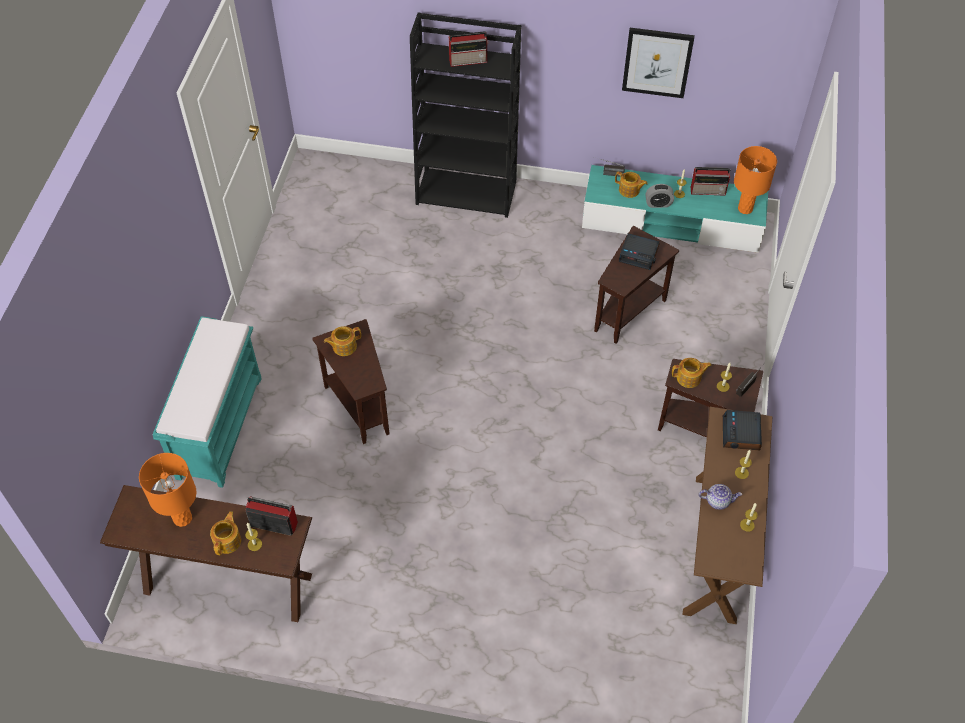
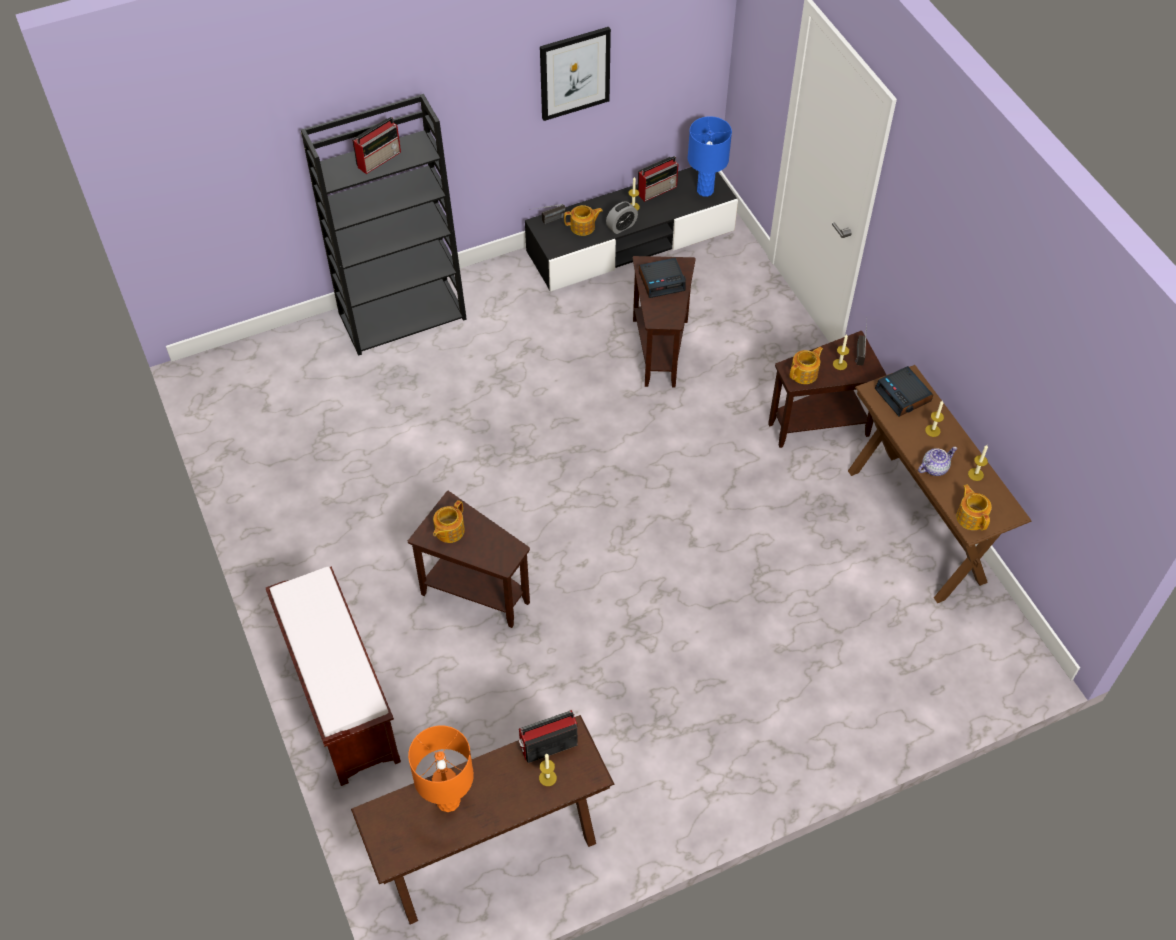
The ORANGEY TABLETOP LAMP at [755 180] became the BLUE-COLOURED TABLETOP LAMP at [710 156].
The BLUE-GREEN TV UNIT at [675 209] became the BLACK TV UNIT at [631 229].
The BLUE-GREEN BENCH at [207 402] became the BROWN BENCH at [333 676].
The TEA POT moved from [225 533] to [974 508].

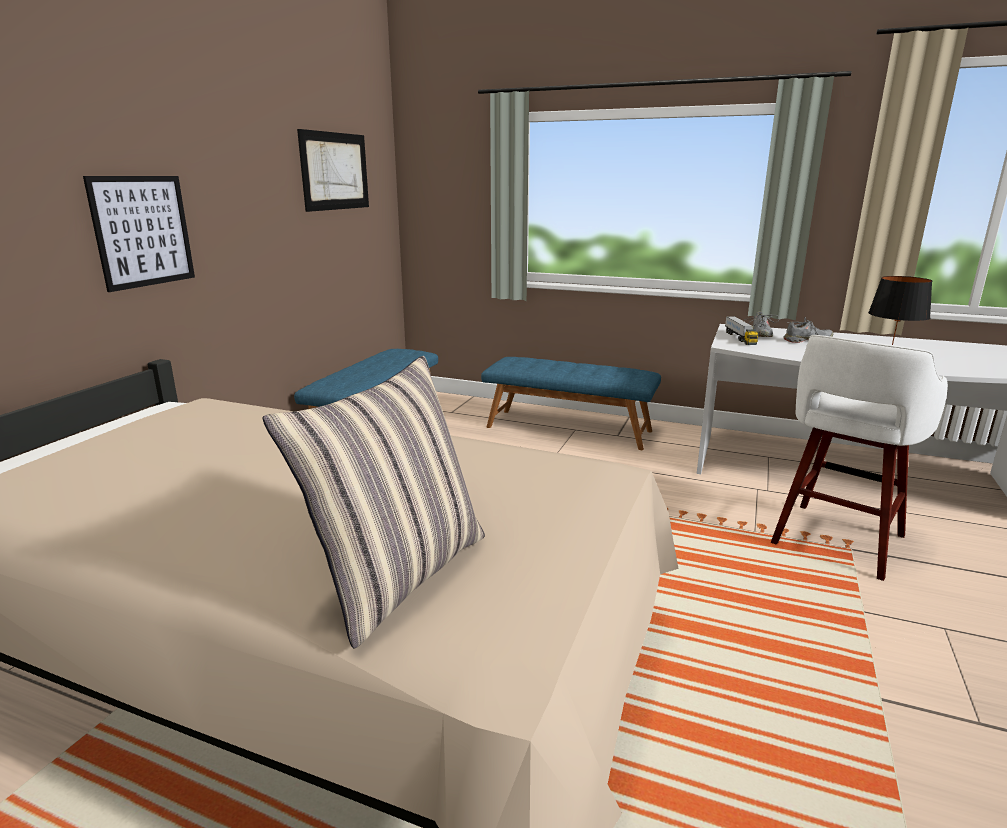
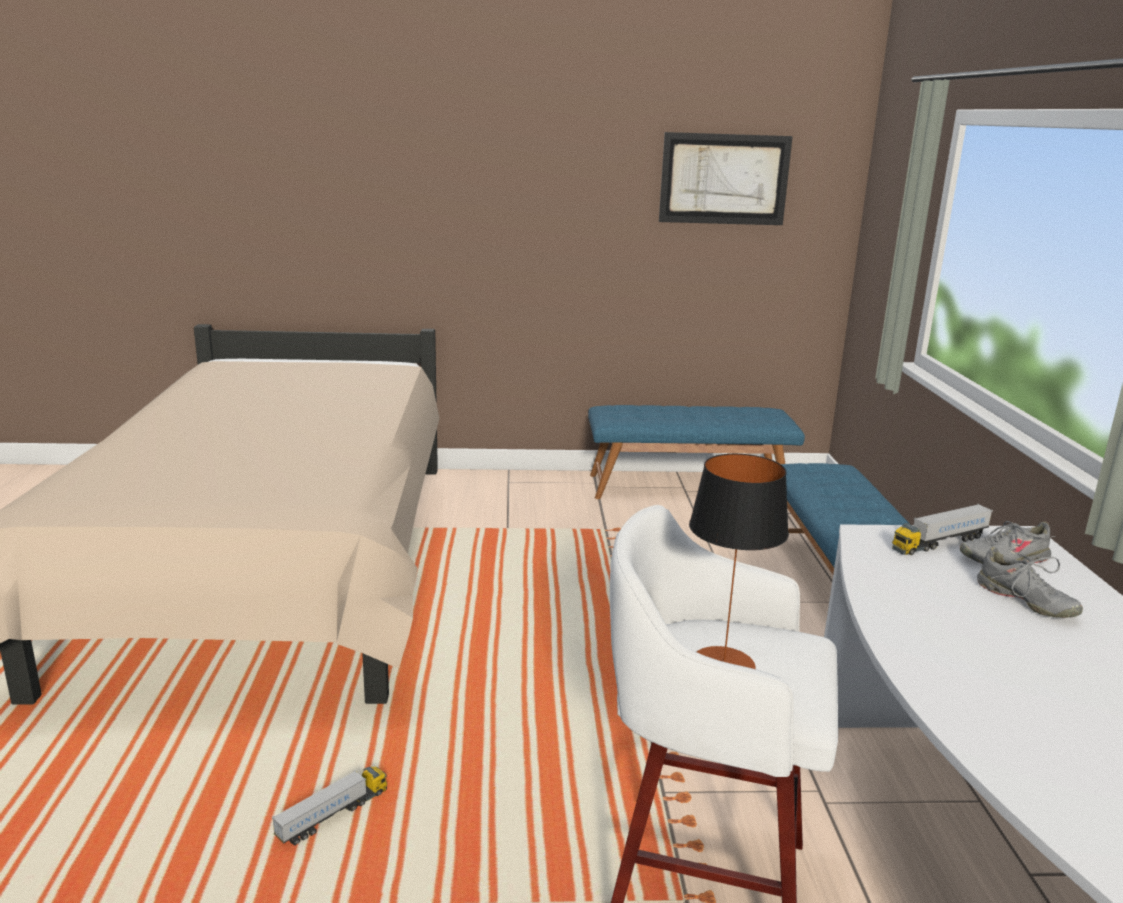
The PICTURE at [139 234] disappeared.
The PILLOW at [373 502] disappeared.
The TOY TRUCK at [329 806] appeared.

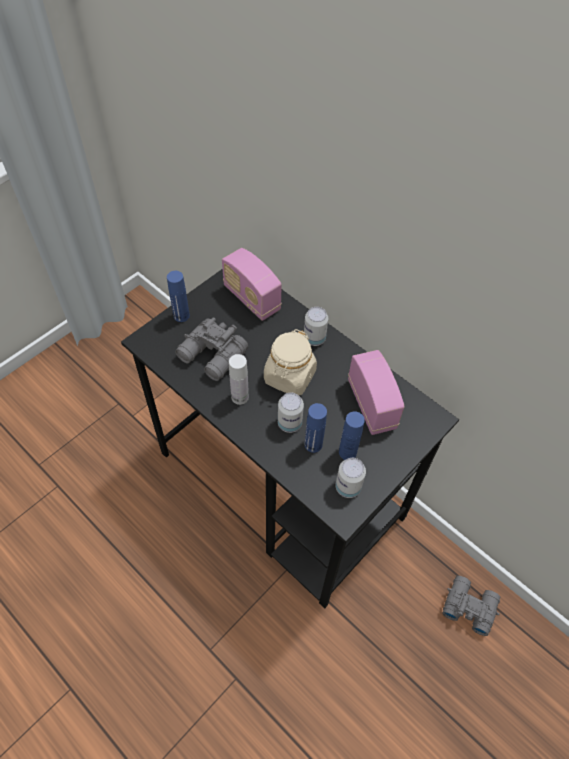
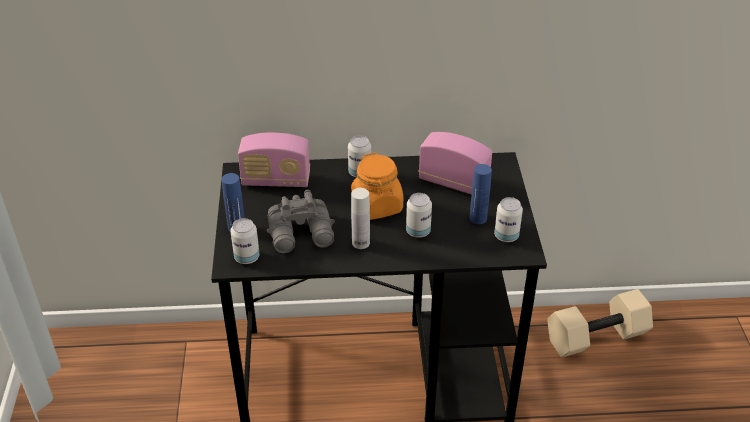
The BEIGE-COLOURED PRESERVE JAR at [290 362] became the ORANGEY PRESERVE JAR at [377 186].
The BLUE-COLOURED DRINK BOTTLE at [316 428] disappeared.
The GREYISH PAIR OF BINOCULARS at [471 606] was replaced by the BEIGE-COLOURED FREE WEIGHT at [600 323].
The SEALED CAN at [245 241] appeared.

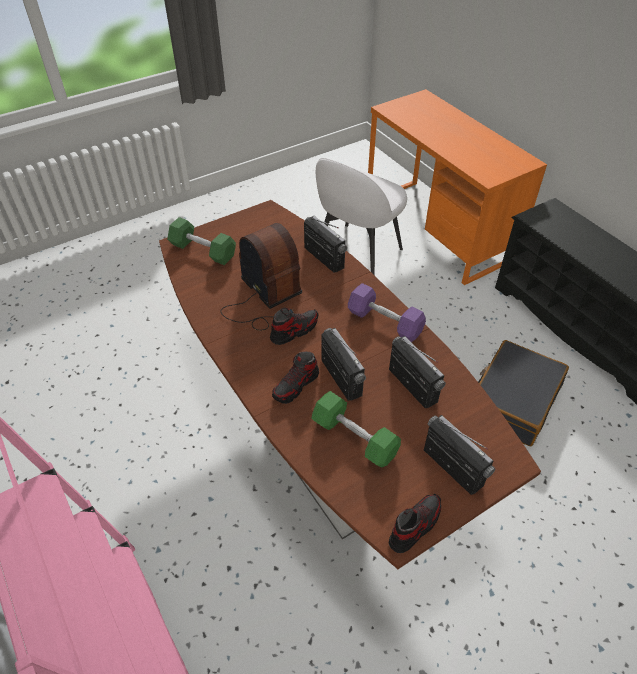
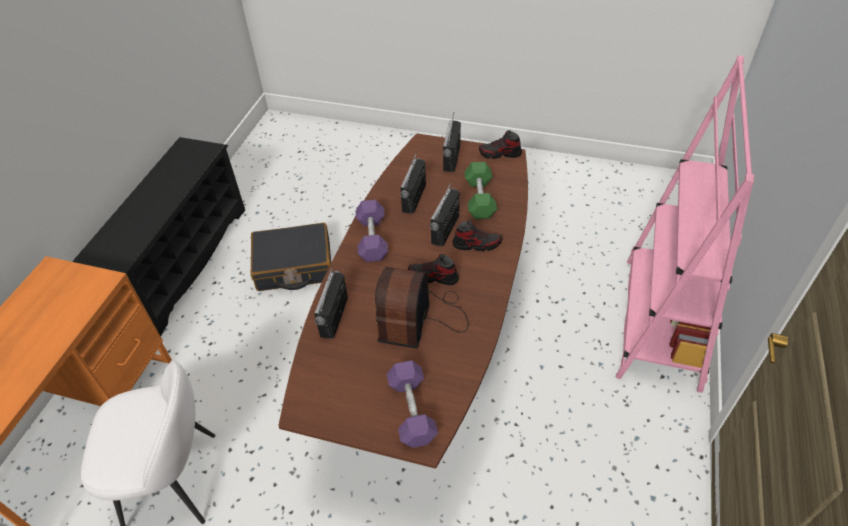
The GREENISH FREE WEIGHT at [201 241] became the PURPLE-COLOURED FREE WEIGHT at [412 404].

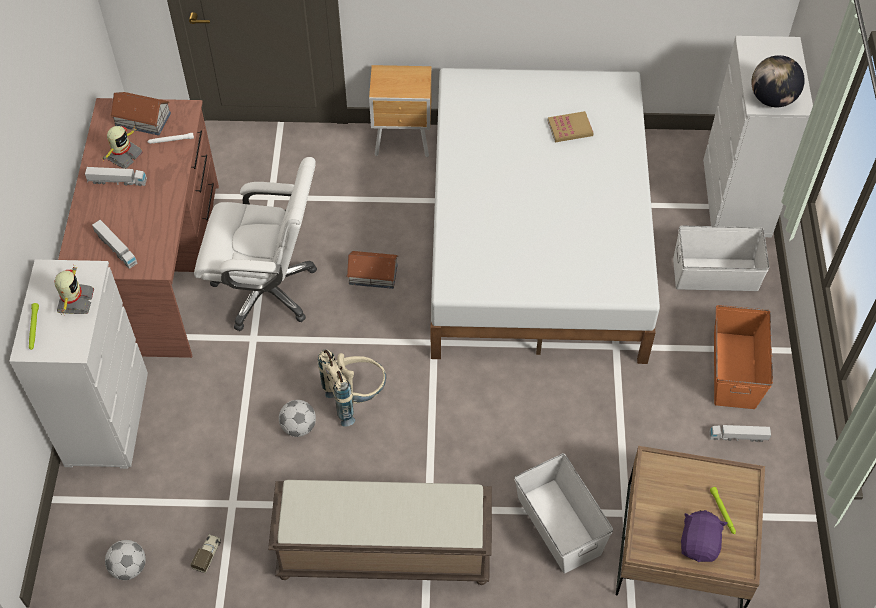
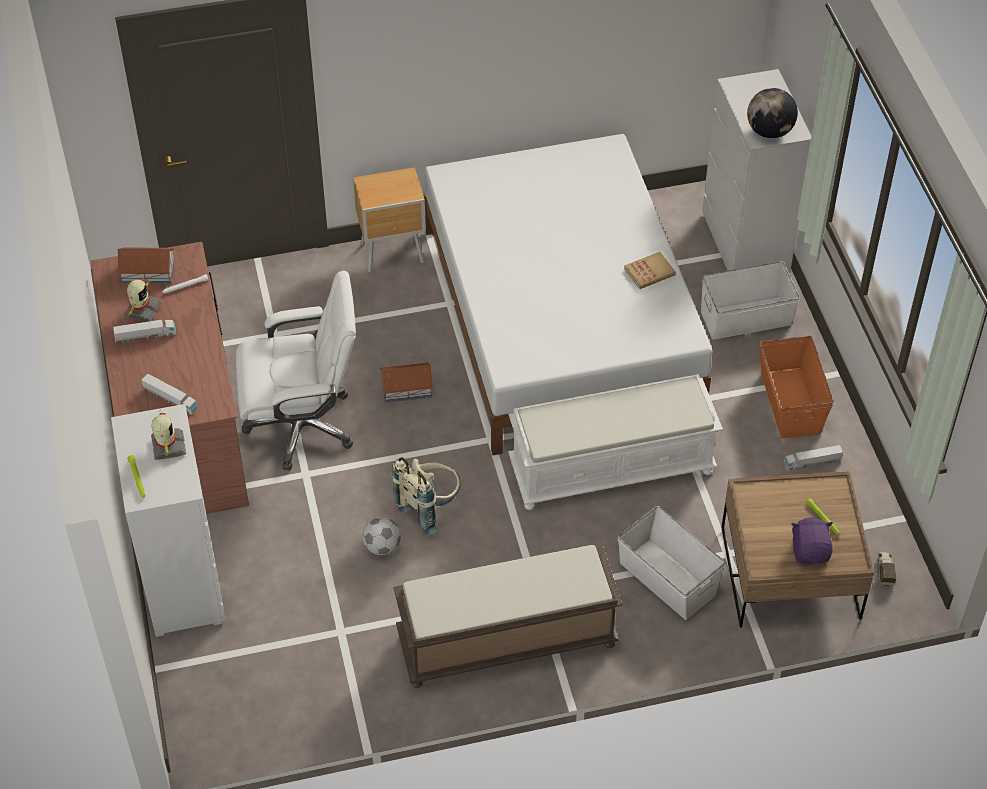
The BOOK moved from [571 126] to [650 270].
The TOY TRUCK moved from [206 553] to [887 569].
The FOOTBALL BALL at [125 560] disappeared.
The WHITE-COLOURED BENCH at [615 442] appeared.

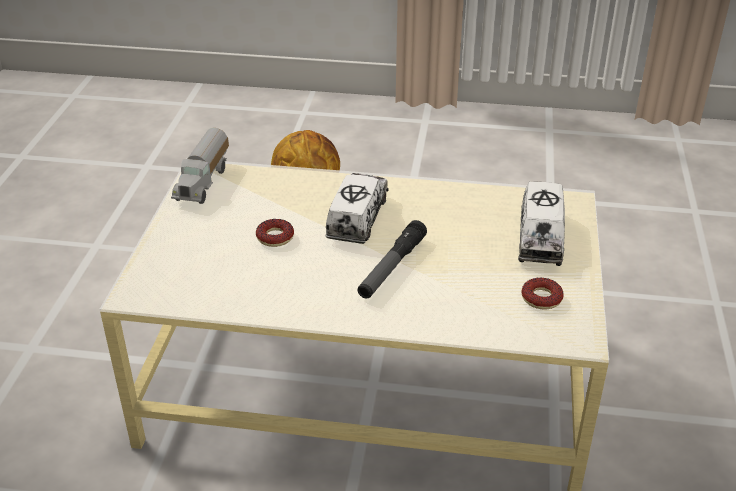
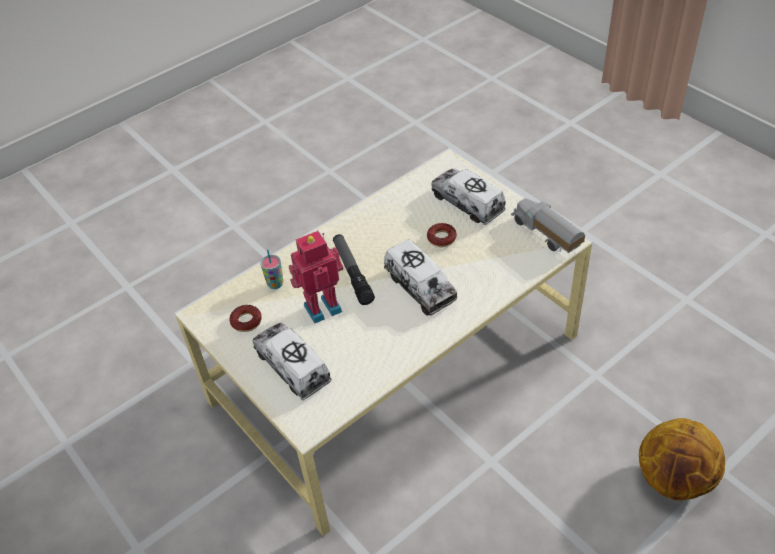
The TOY TRUCK at [469 196] appeared.
The TOY ROBOT at [316 277] appeared.
The CUP at [271 269] appeared.

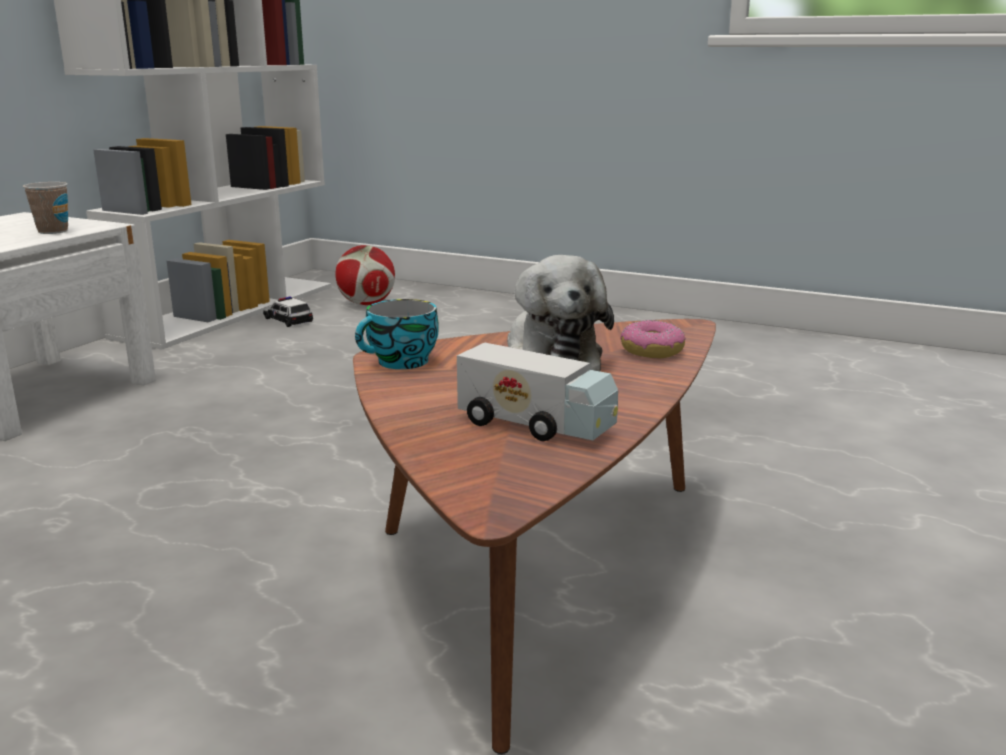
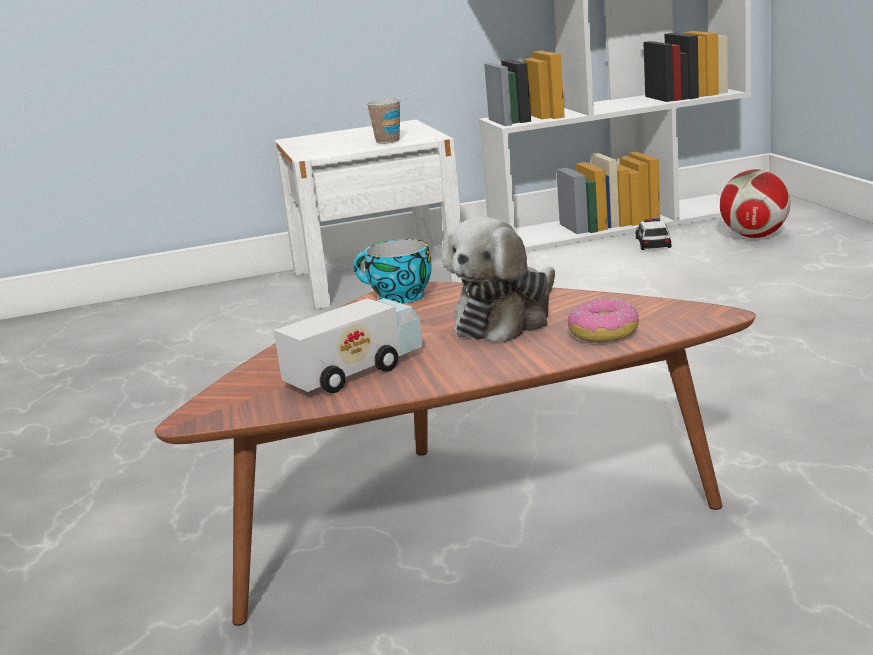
The TOY TRUCK at [537 392] turned 120 degrees counterclockwise.

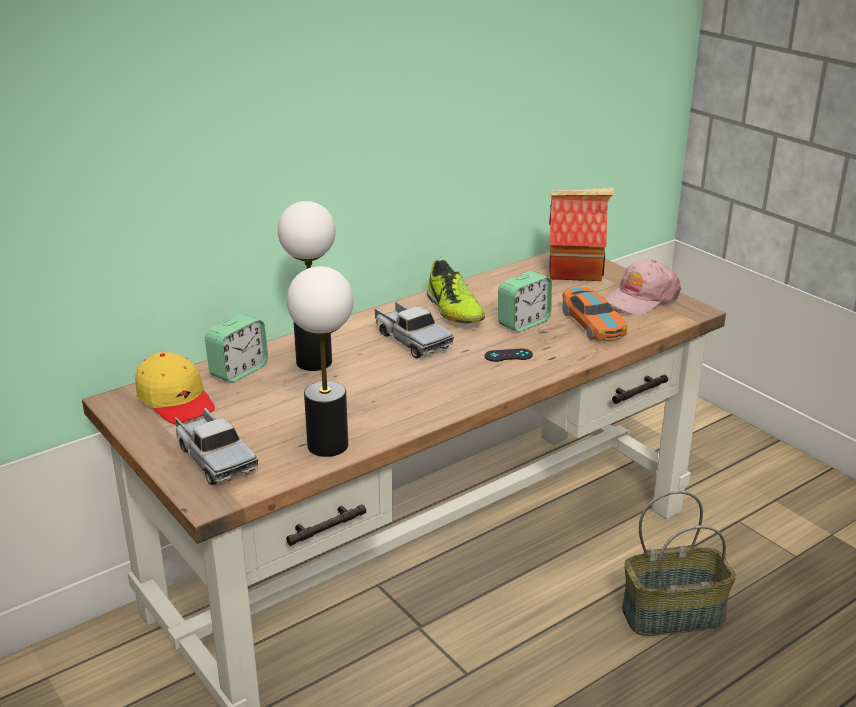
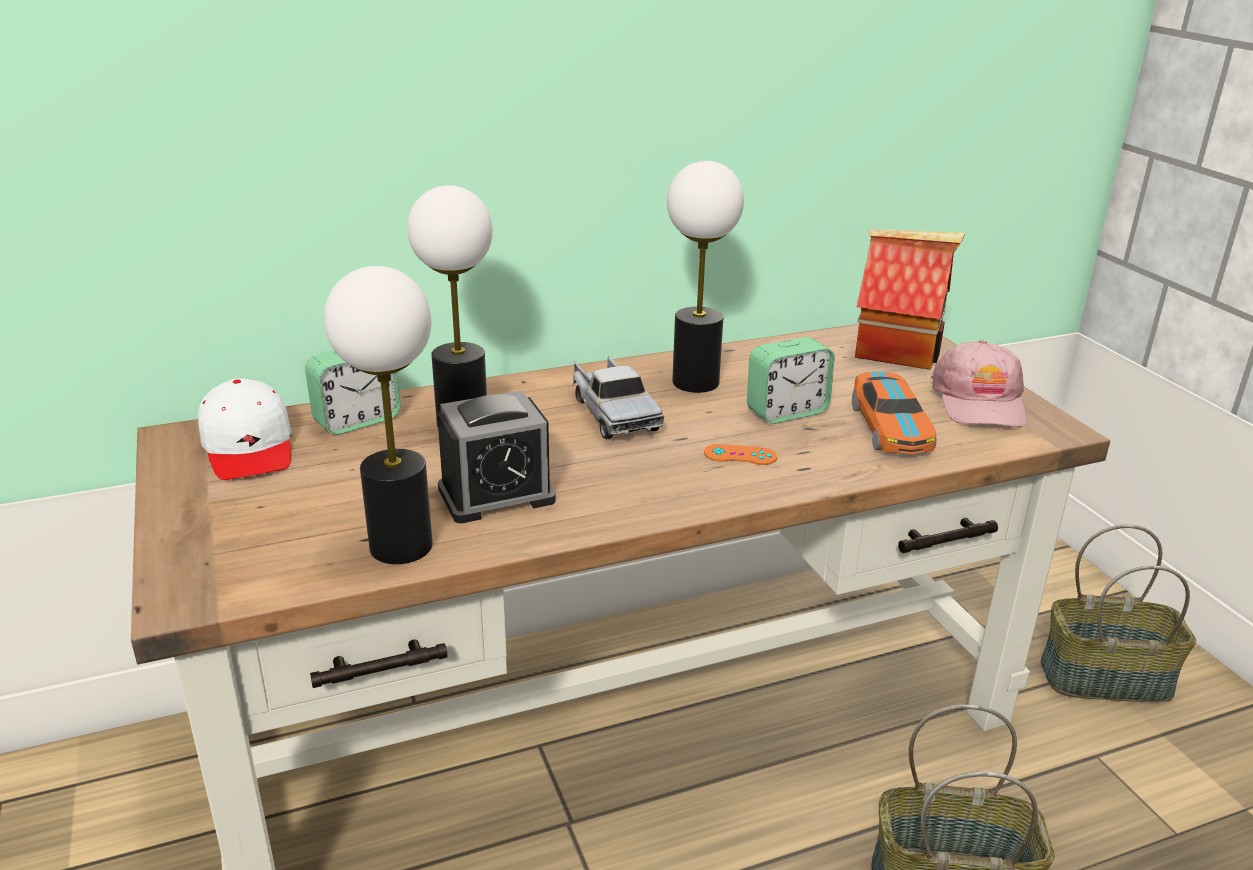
The LOW SHOE at [456 291] was replaced by the TABLETOP LAMP at [705 277].
The PINKISH CAP at [642 287] turned 60 degrees counterclockwise.
The BLACK JOYPAD at [509 355] became the ORANGEY JOYPAD at [740 454].
The YELLOW CAP at [175 388] became the WHITE-COLOURED CAP at [244 429].
The TOY TRUCK at [216 446] disappeared.
The ALARM CLOCK at [496 457] appeared.
The BASKET at [1118 613] appeared.

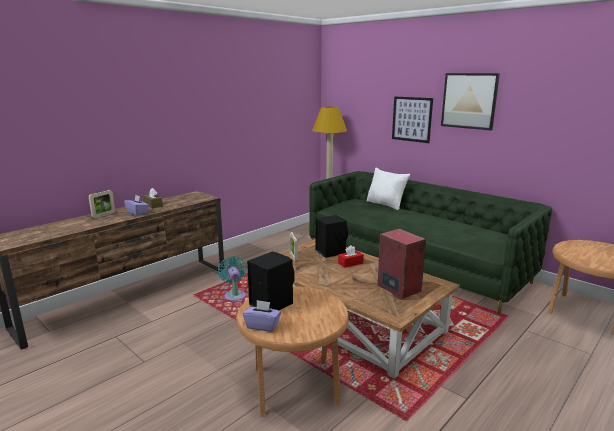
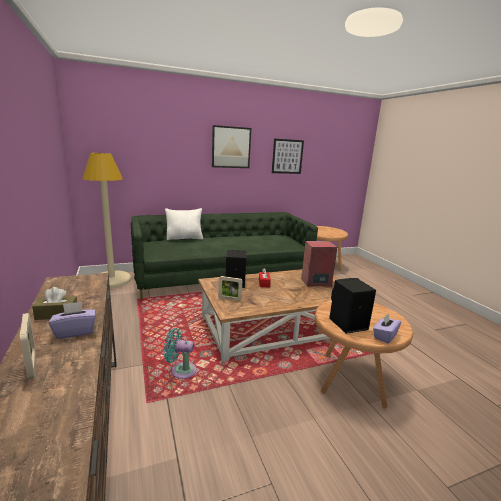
The PICTURE moved from [412 119] to [288 156].

